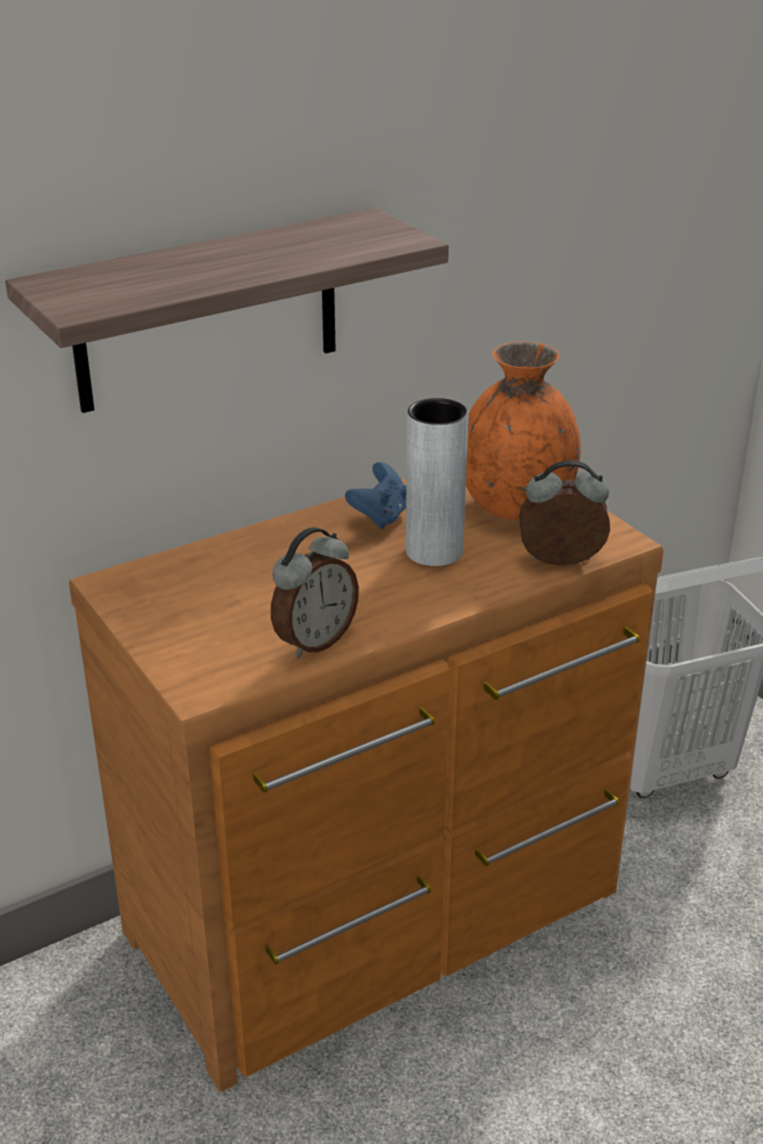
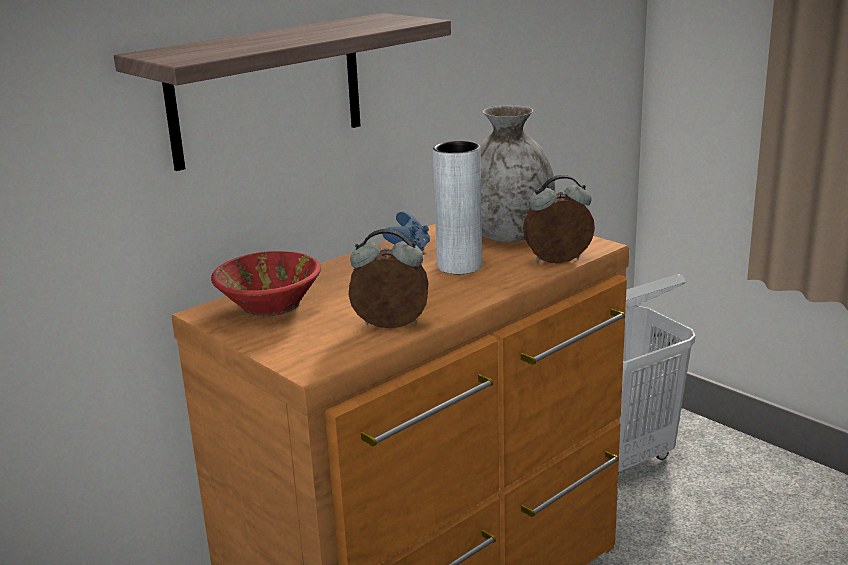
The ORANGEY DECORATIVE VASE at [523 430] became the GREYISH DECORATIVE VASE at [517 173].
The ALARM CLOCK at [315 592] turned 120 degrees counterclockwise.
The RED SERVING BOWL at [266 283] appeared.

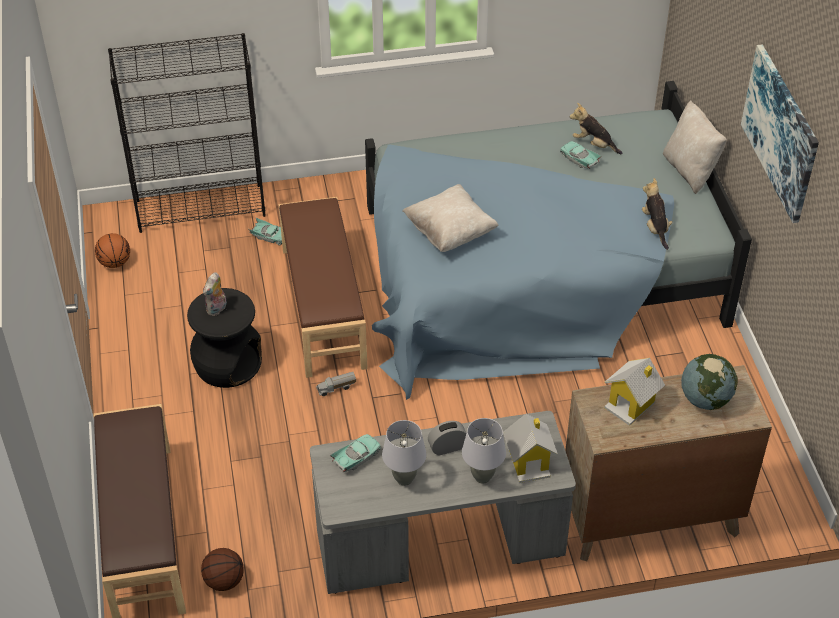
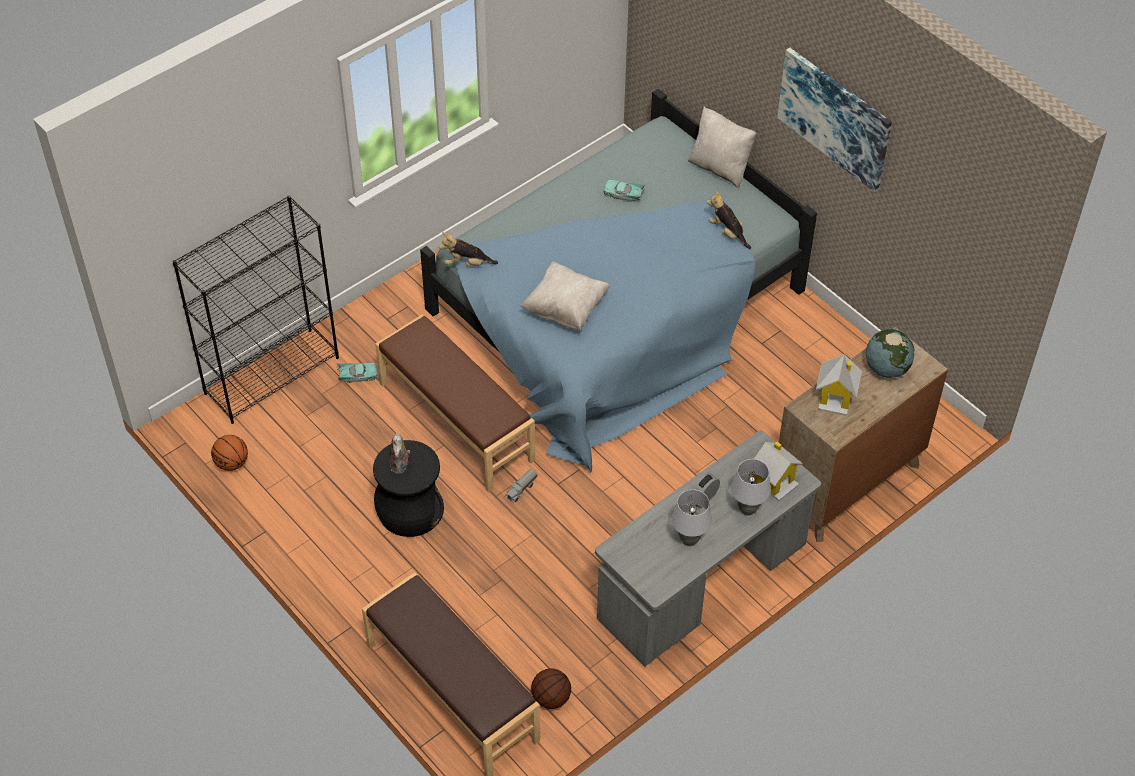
The PLUSH TOY moved from [596 128] to [468 249].
The BLUE-GREEN TOY CAR at [355 453] disappeared.

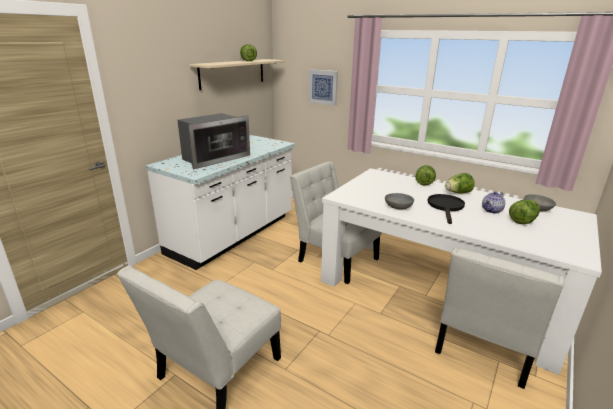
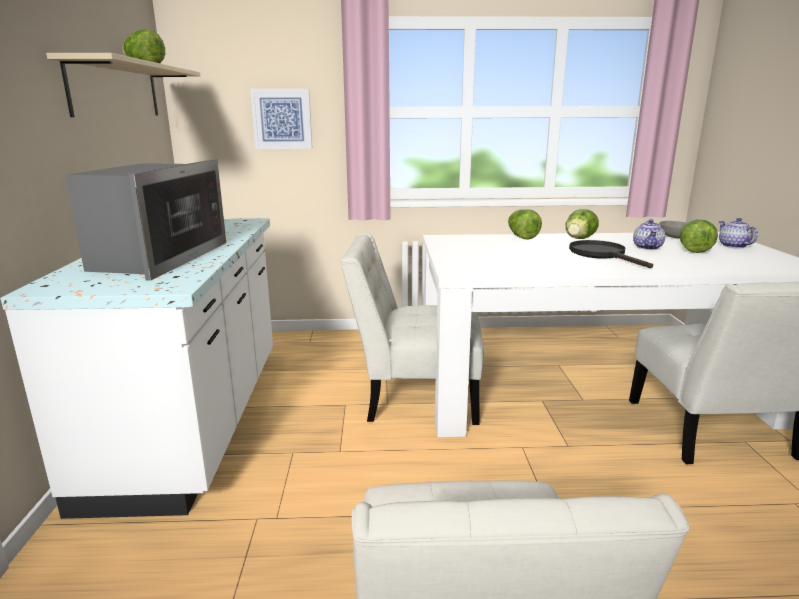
The GREYISH SERVING BOWL at [399 201] disappeared.
The TEA POT at [738 233] appeared.

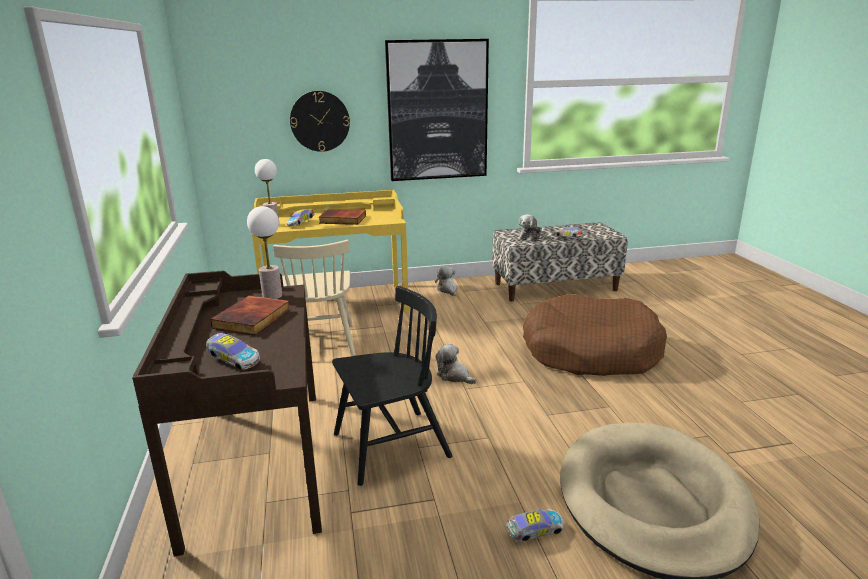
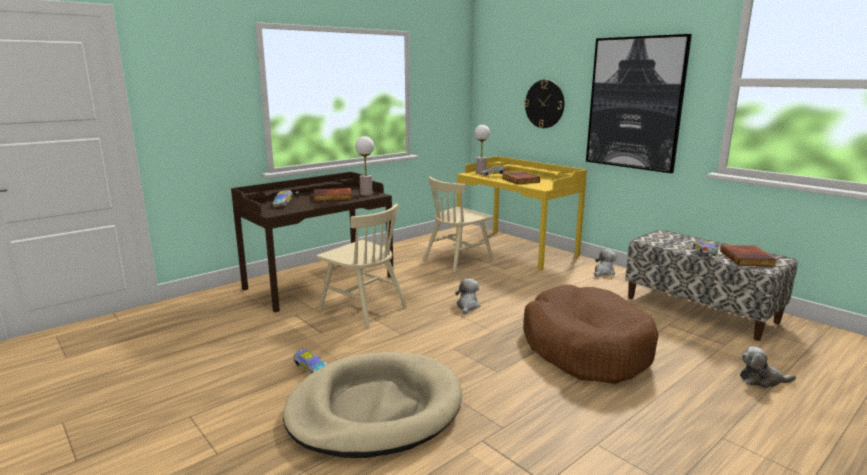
The PLUSH TOY moved from [530 227] to [768 367].
The BLACK CHAIR at [392 386] became the BEIGE-COLOURED CHAIR at [362 266].
The BOOK at [748 256] appeared.

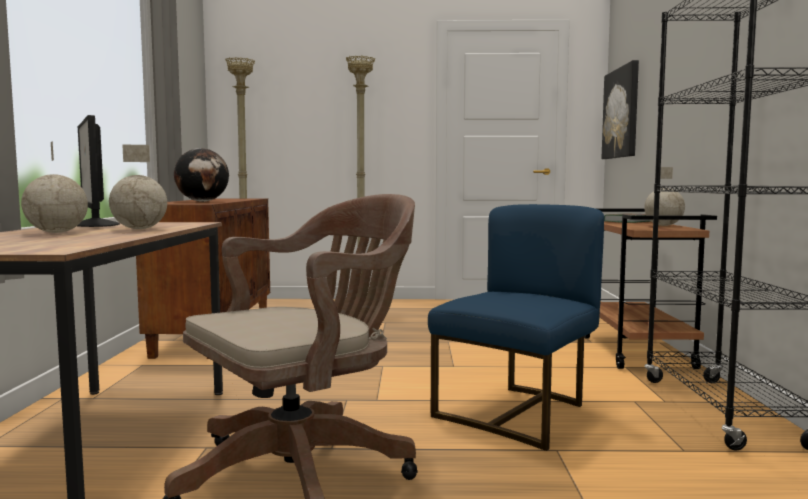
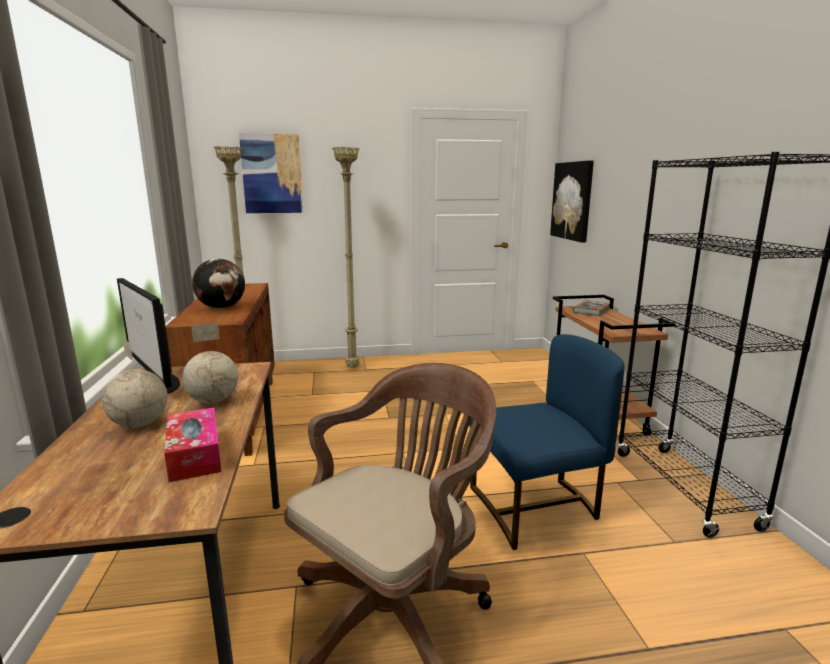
The GLOBE at [664 196] disappeared.
The BLUE-COLOURED CHAIR at [516 327] turned 45 degrees clockwise.
The PICTURE at [271 173] appeared.
The BOX OF TISSUES at [193 445] appeared.

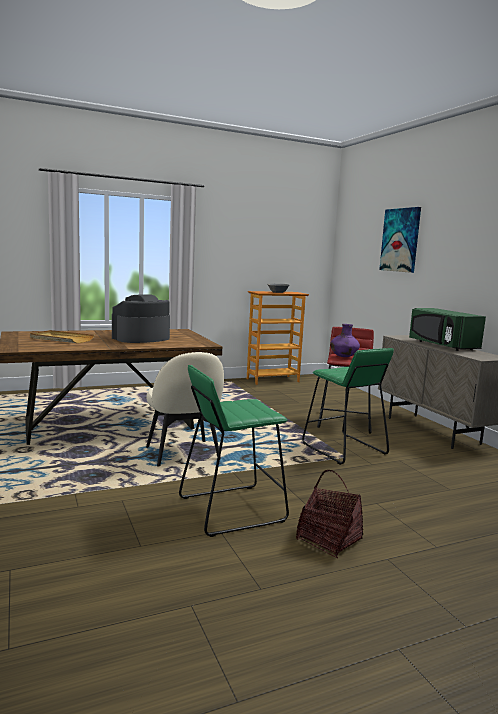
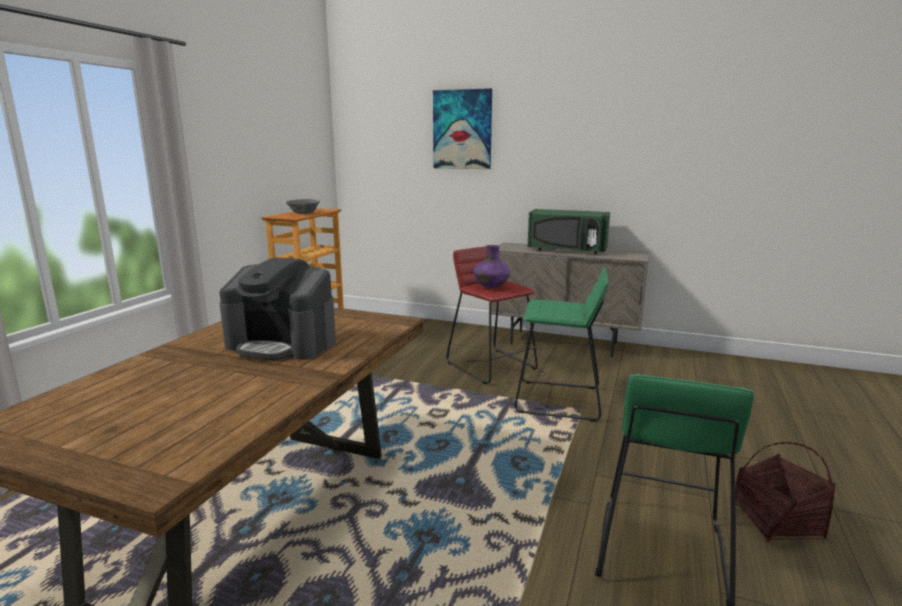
The COFFEE MAKER at [141 318] turned 75 degrees counterclockwise.
The BEIGE-COLOURED SERVING TRAY at [62 336] disappeared.
The BEIGE-COLOURED CHAIR at [185 409] disappeared.

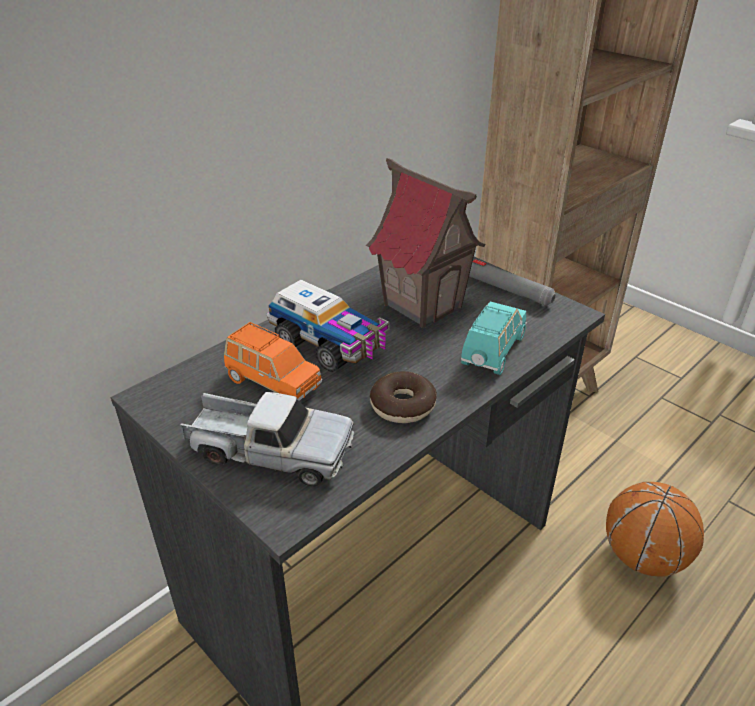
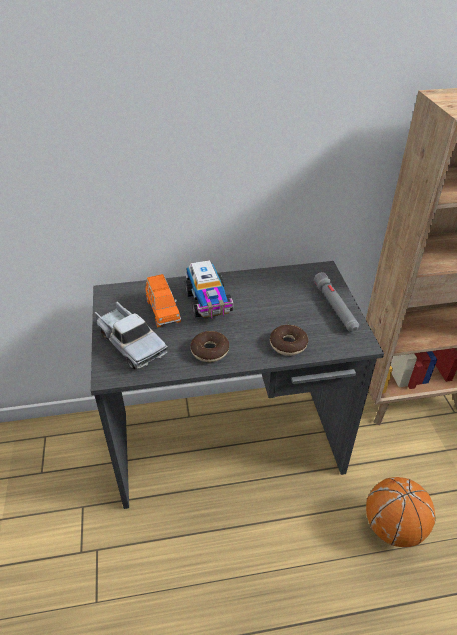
The MODEL HOUSE at [426 243] disappeared.
The BLUE-GREEN TOY CAR at [494 338] was replaced by the RING DOUGHNUT at [289 340].

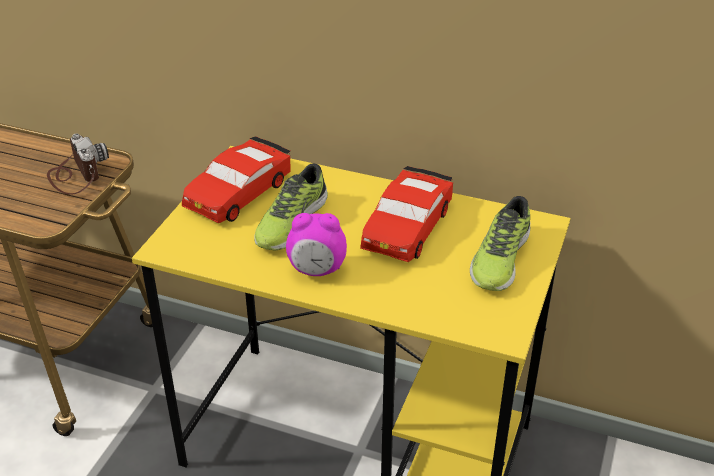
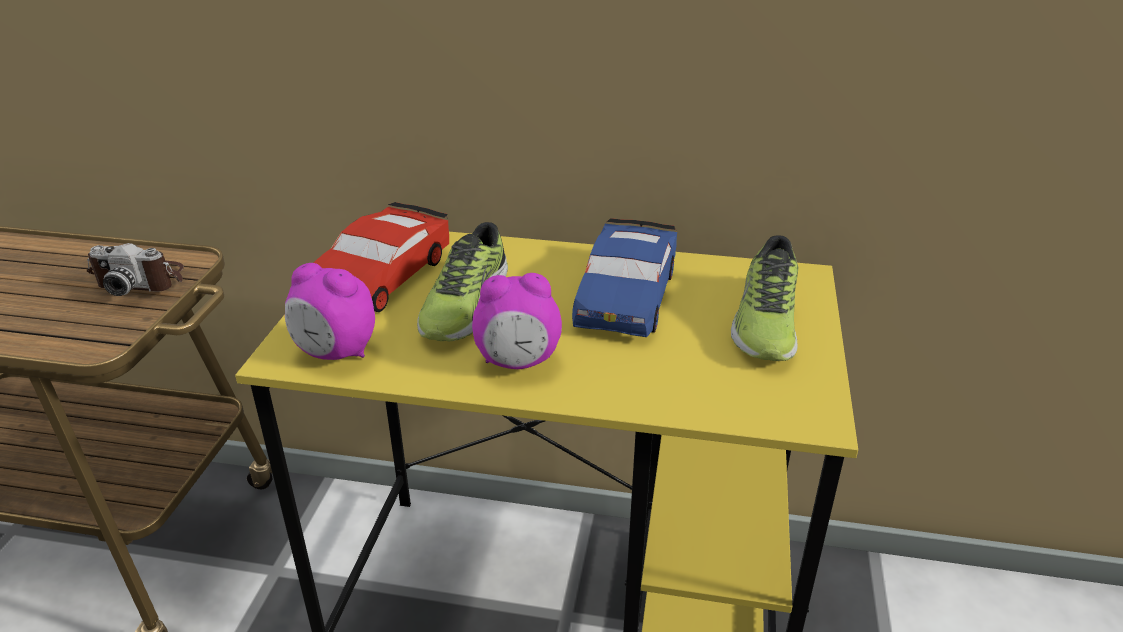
The STILL CAMERA at [78 164] turned 135 degrees clockwise.
The RED TOY CAR at [406 214] became the BLUE-COLOURED TOY CAR at [624 277].
The ALARM CLOCK at [330 311] appeared.

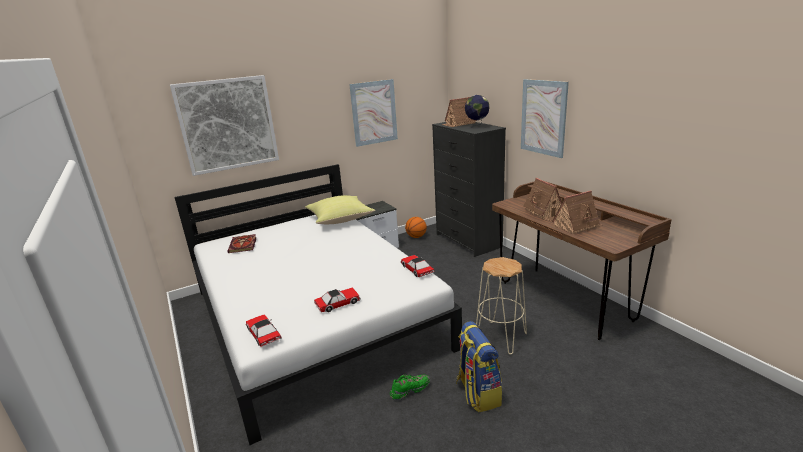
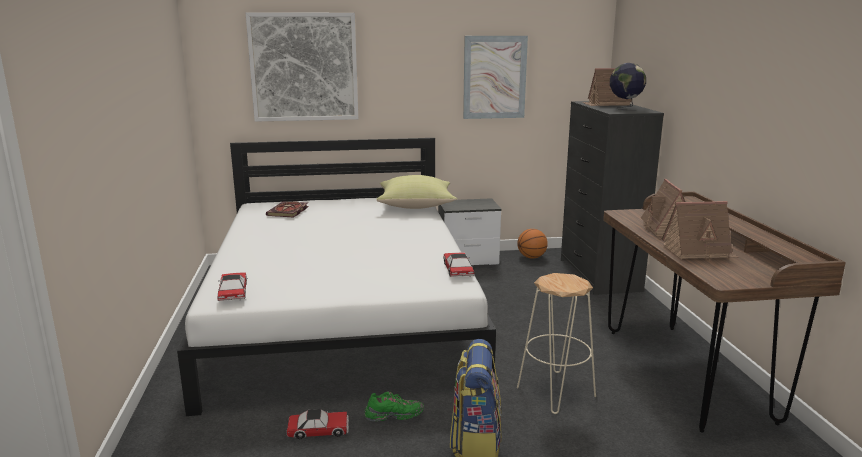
The PICTURE at [545 118] disappeared.
The TOY CAR moved from [337 300] to [318 424].

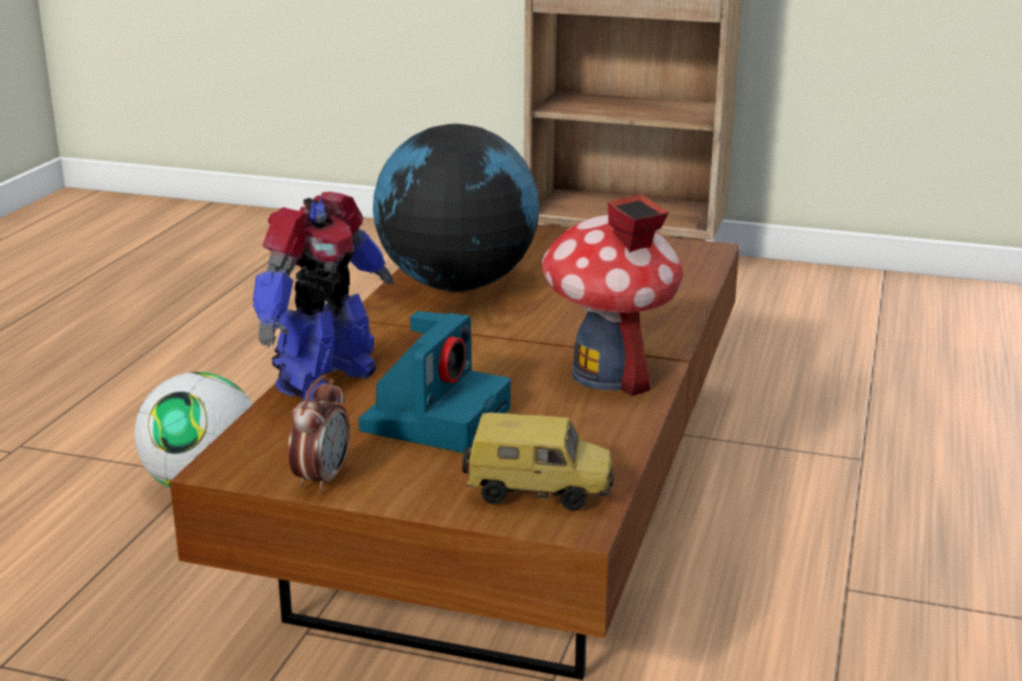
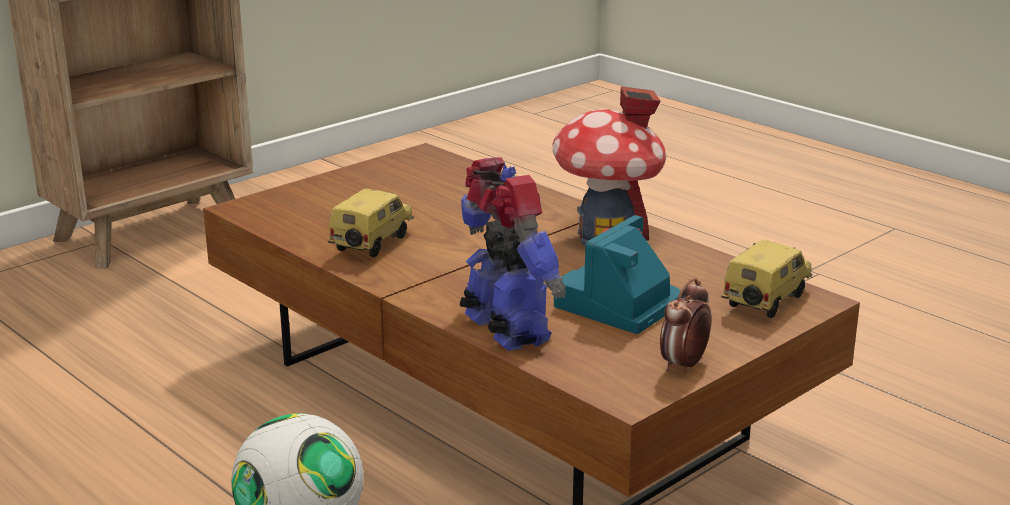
The GLOBE at [456 208] was replaced by the TOY CAR at [371 222].
The STILL CAMERA at [435 382] turned 105 degrees counterclockwise.
The ALARM CLOCK at [319 434] turned 105 degrees counterclockwise.

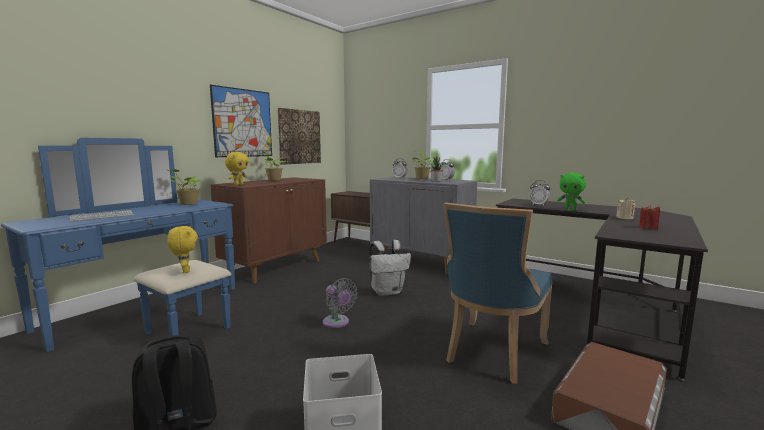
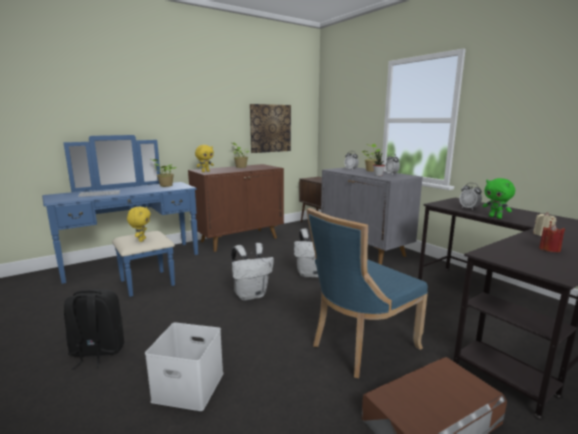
The PICTURE at [241 121] disappeared.
The GREYISH FAN at [340 303] was replaced by the WHITE-COLOURED KNAPSACK at [252 272].

